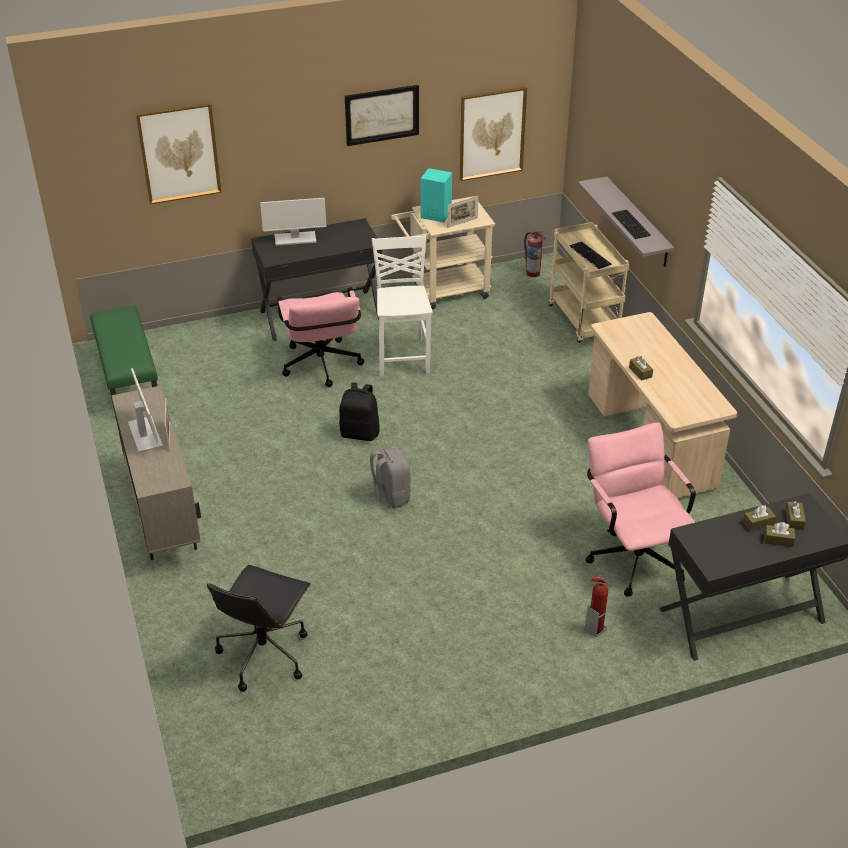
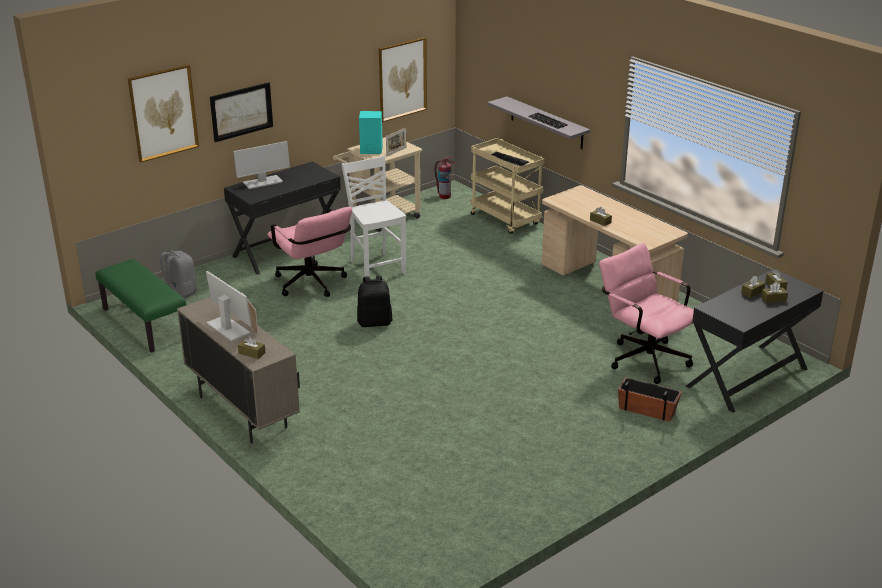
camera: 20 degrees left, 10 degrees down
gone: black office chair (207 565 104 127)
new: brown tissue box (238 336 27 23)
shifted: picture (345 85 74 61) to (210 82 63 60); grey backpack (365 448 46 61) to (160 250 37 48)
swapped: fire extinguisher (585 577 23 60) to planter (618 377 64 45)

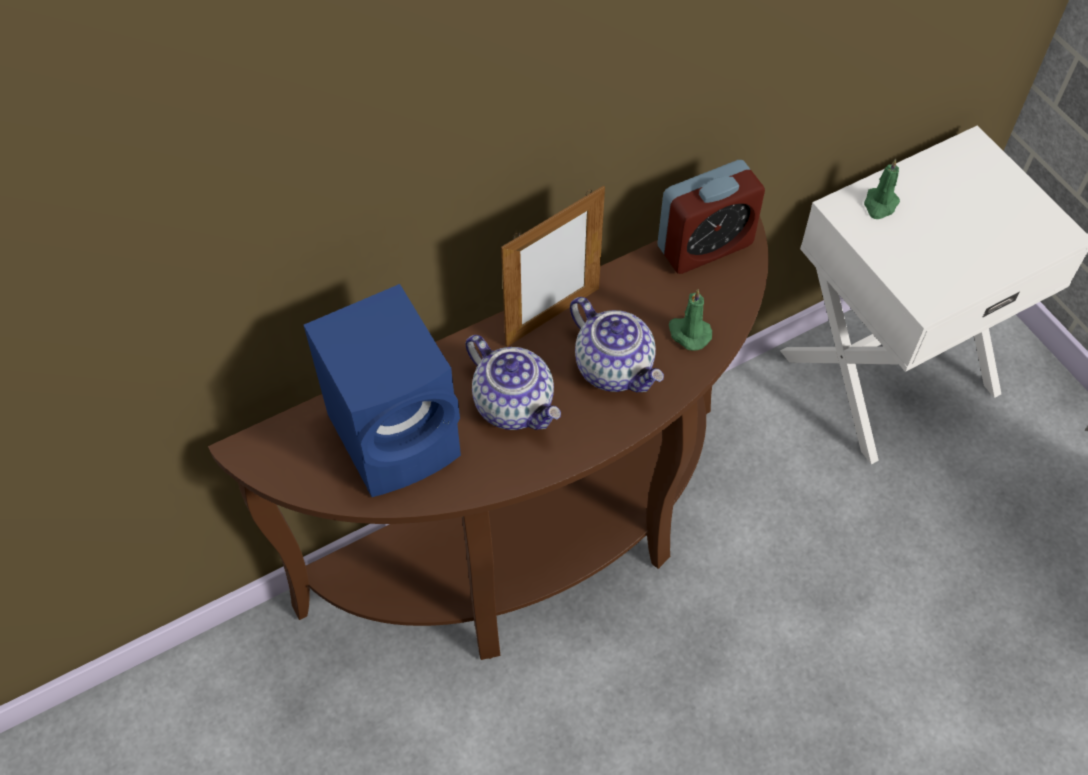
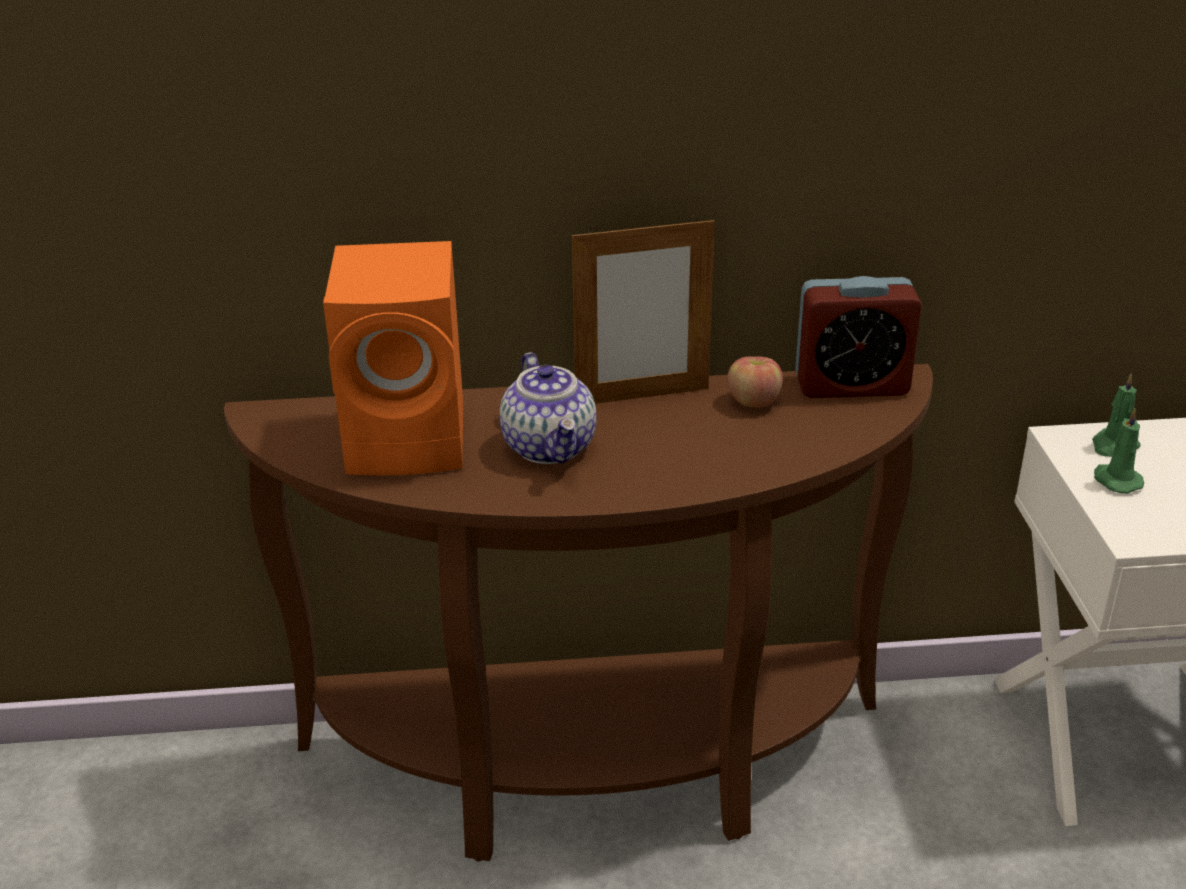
camera: 25 degrees right, 25 degrees down
gone: teapot (570 297 94 95)
new: apple (727 356 56 52)
shifted: green candle (669 289 43 61) to (1094 408 50 85)
repainted: blue speaker (304 284 157 213) to orange speaker (323 241 140 235)

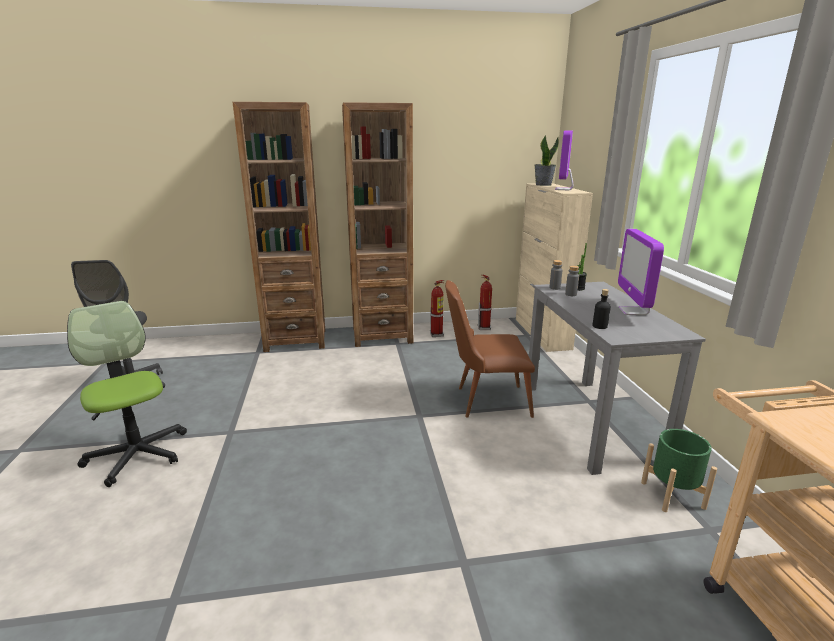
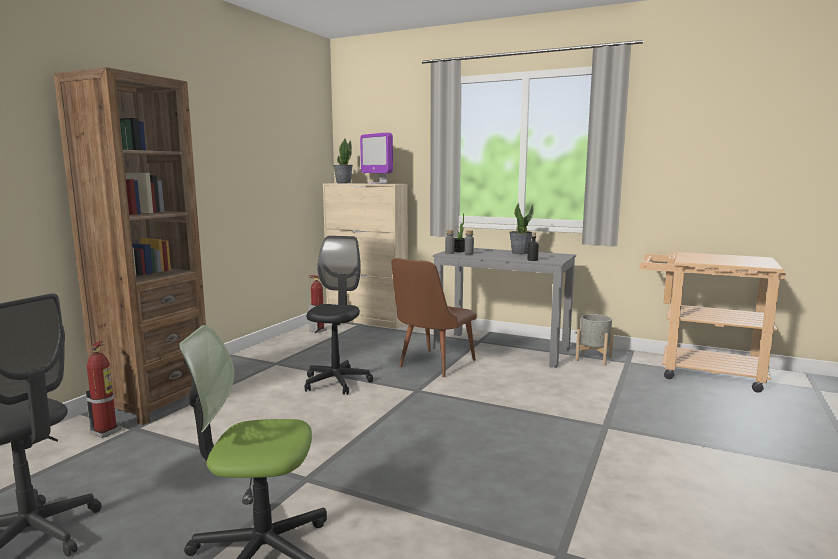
camera: 55 degrees left, 10 degrees down
gone: brown bookcase (342 102 71 245)
new: black office chair (305 236 68 159)
shifted: fire extinguisher (430 280 14 57) to (86 341 35 97)
swapped: monitor (618 229 46 86) to potted plant (509 203 25 51)
repainted: green planter (641 429 76 83) to grey planter (576 314 38 51)

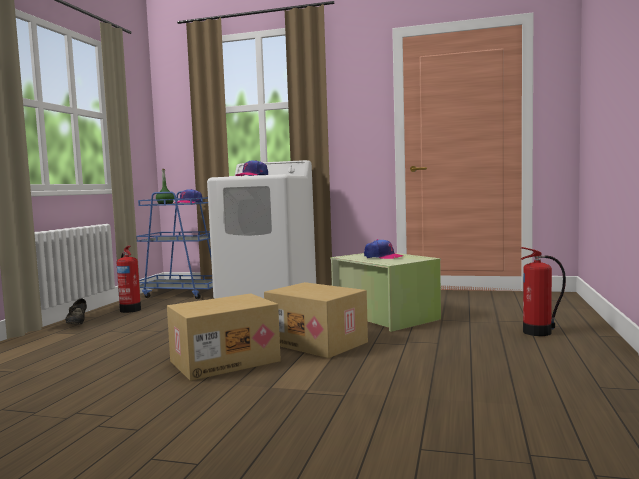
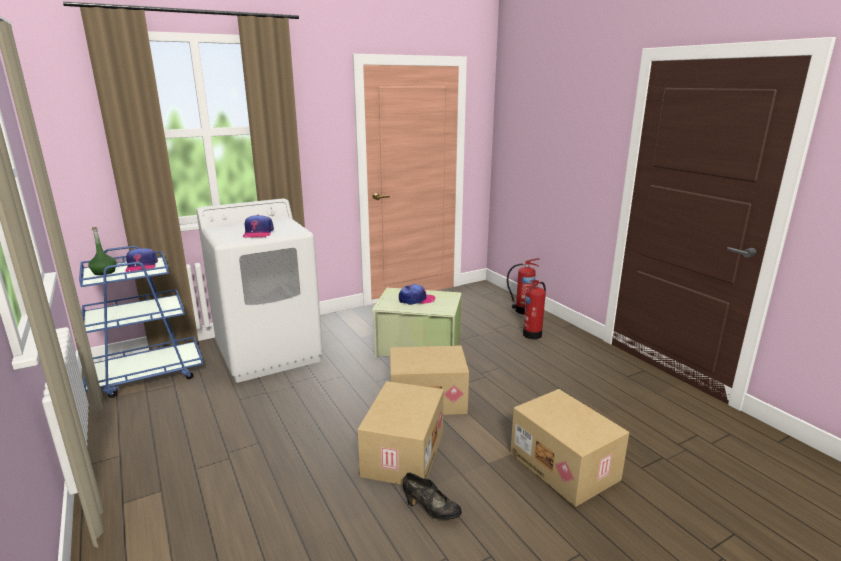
camera: 45 degrees left, 15 degrees up
new: cardboard box (510 389 119 118)
shifted: black shoe (65 298 22 26) to (403 473 59 47); fire extinguisher (116 245 25 68) to (507 258 33 56)

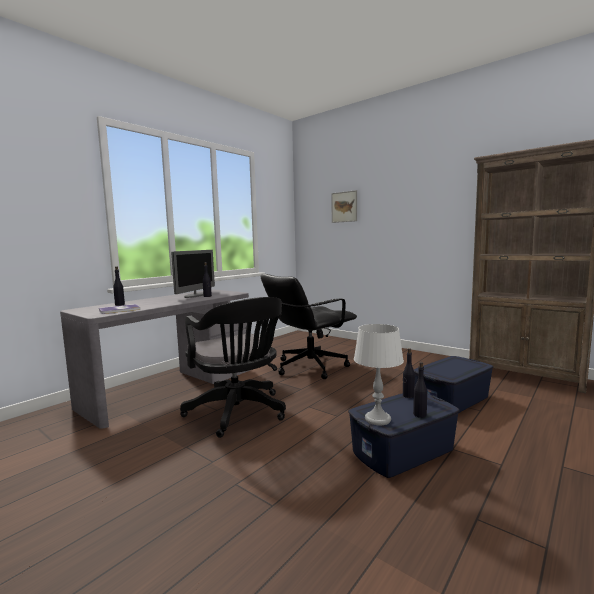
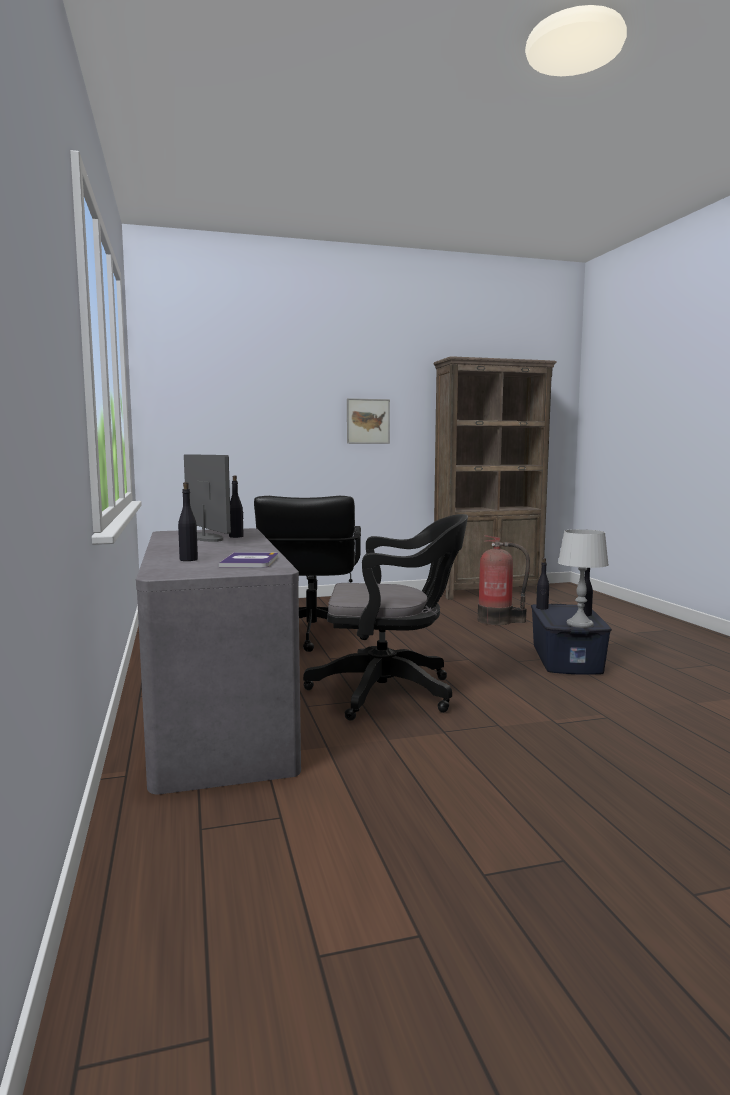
camera: 55 degrees left, 0 degrees up
shifted: picture (331 190 26 33) to (347 398 43 46)
swapped: blue storage box (414 356 80 57) to fire extinguisher (478 535 52 90)

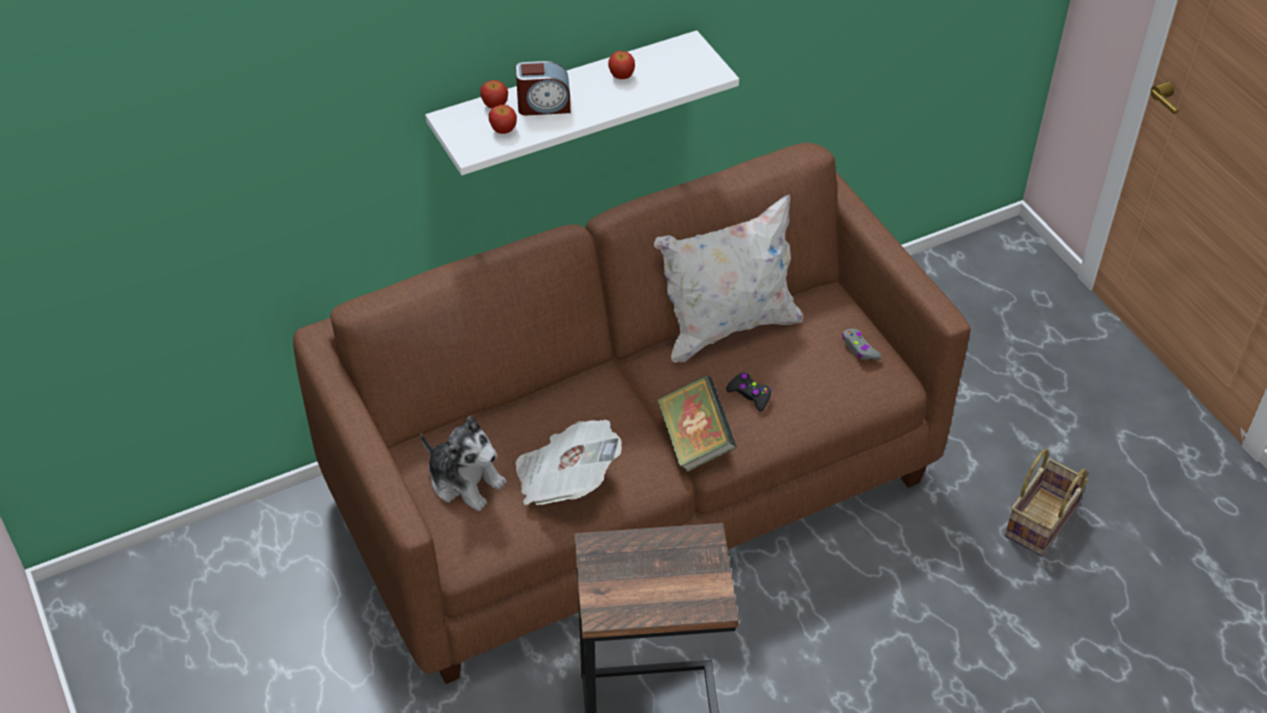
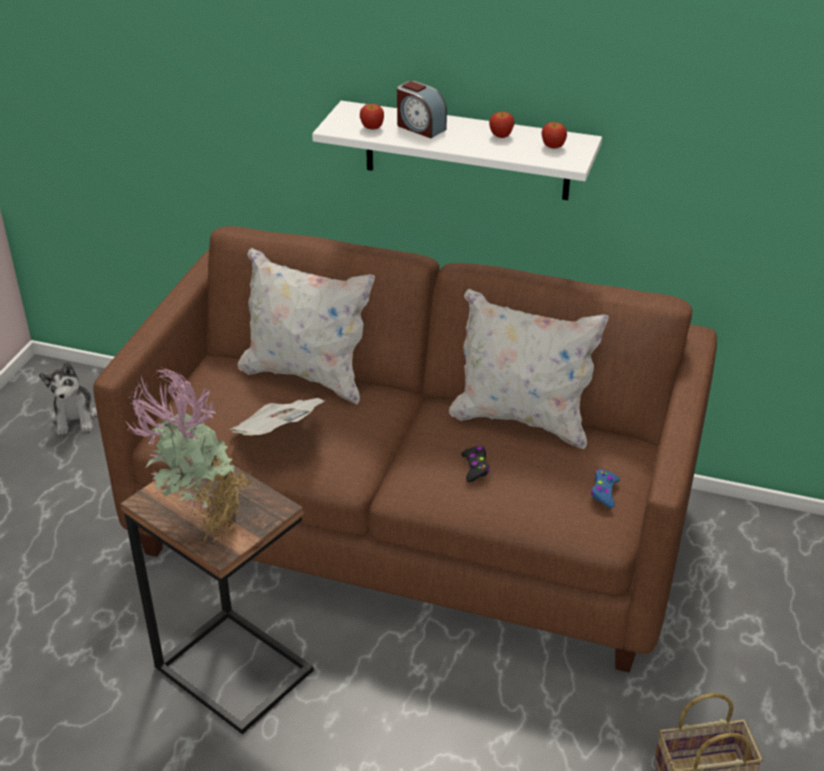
camera: 45 degrees right, 10 degrees down
gone: book (657 376 80 96)
new: potted plant (125 367 126 175); white pillow (238 248 137 156)
shifted: plush toy (420 416 86 95) to (39 362 58 73); apple (480 80 28 28) to (542 122 25 27)
repainted: grey game controller (842 328 39 32) to blue game controller (591 469 29 39)

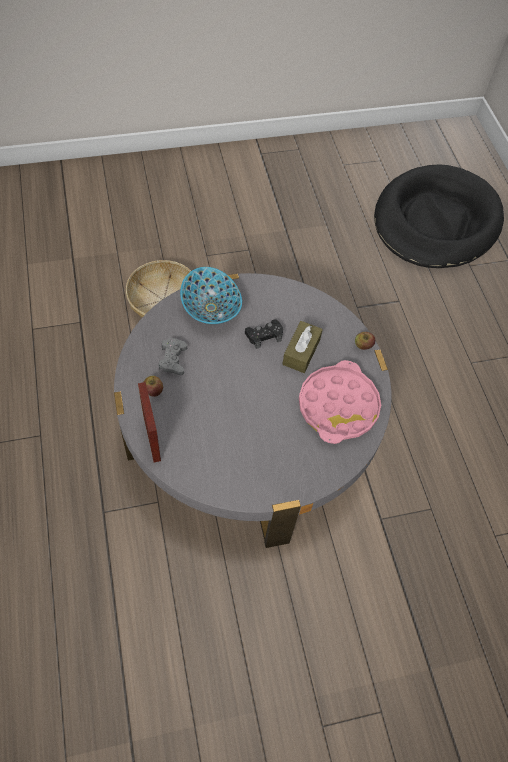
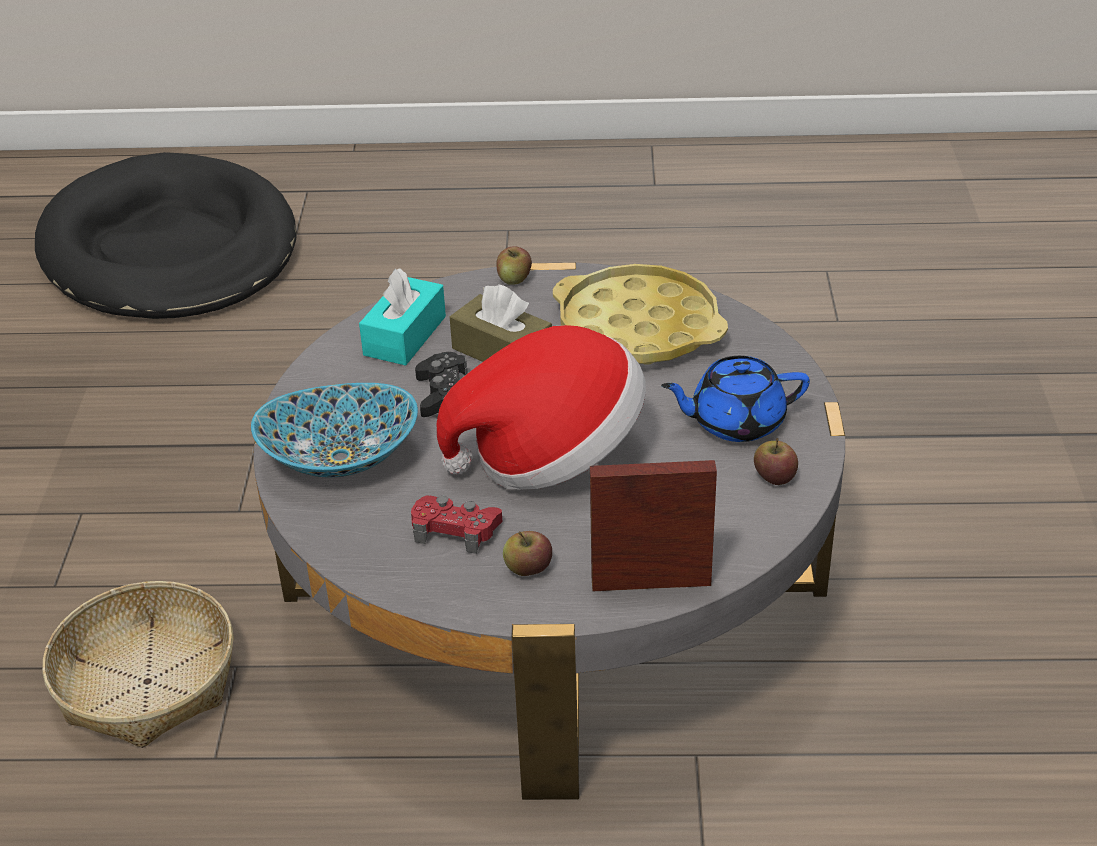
camera: 70 degrees left, 20 degrees down
new: turquoise tissue box (359 268 87 98); hat (437 325 209 165); blue teapot (661 356 149 86); apple (754 438 44 47)
repainted: grey game controller (159 338 28 37) to red game controller (411 496 91 58); pink tray (299 360 82 84) to yellow tray (553 264 175 100)

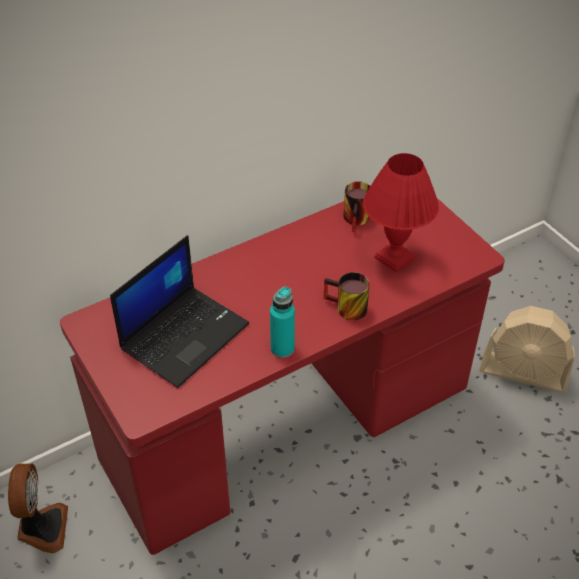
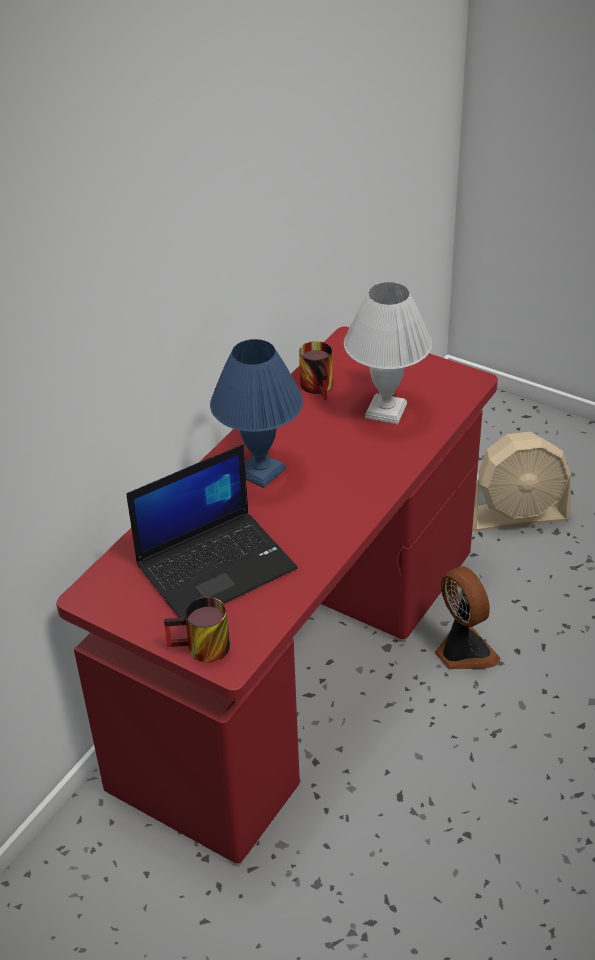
camera: 25 degrees left, 5 degrees down
gone: turquoise bottle (270 286 25 72)
new: blue table lamp (210 339 93 149)
shifted: fan (8 464 60 89) to (435 566 66 103); mug (323 272 47 48) to (164 597 66 65)
repainted: red table lamp (363 153 76 119) to white table lamp (344 282 88 142)
rotated: laptop (110 235 139 153) = (126 444 172 174) 45 degrees clockwise

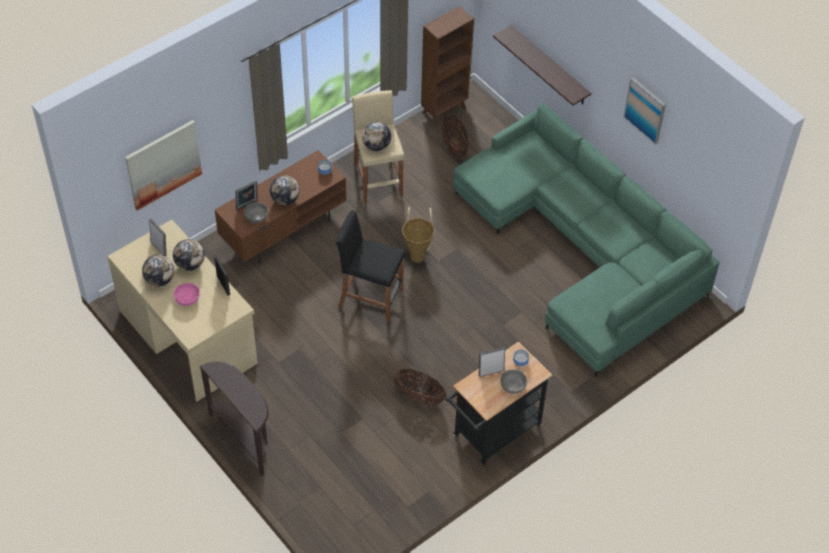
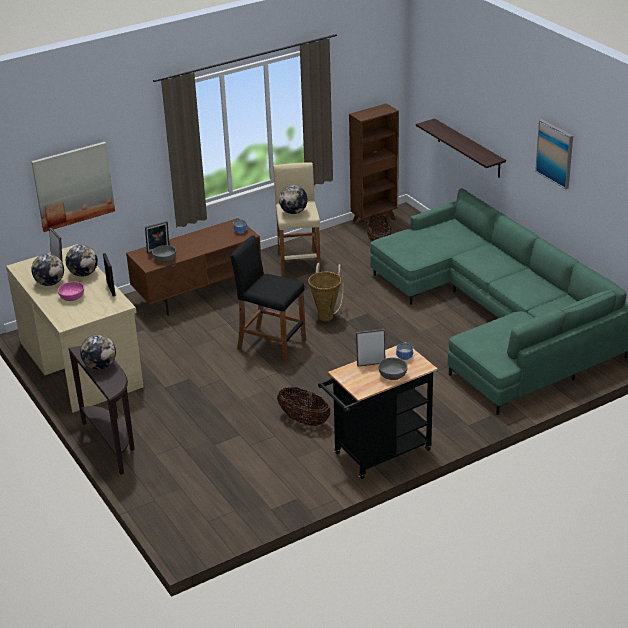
camera: 10 degrees right, 20 degrees down
shifted: globe (270 176 30 29) to (80 335 36 35)

